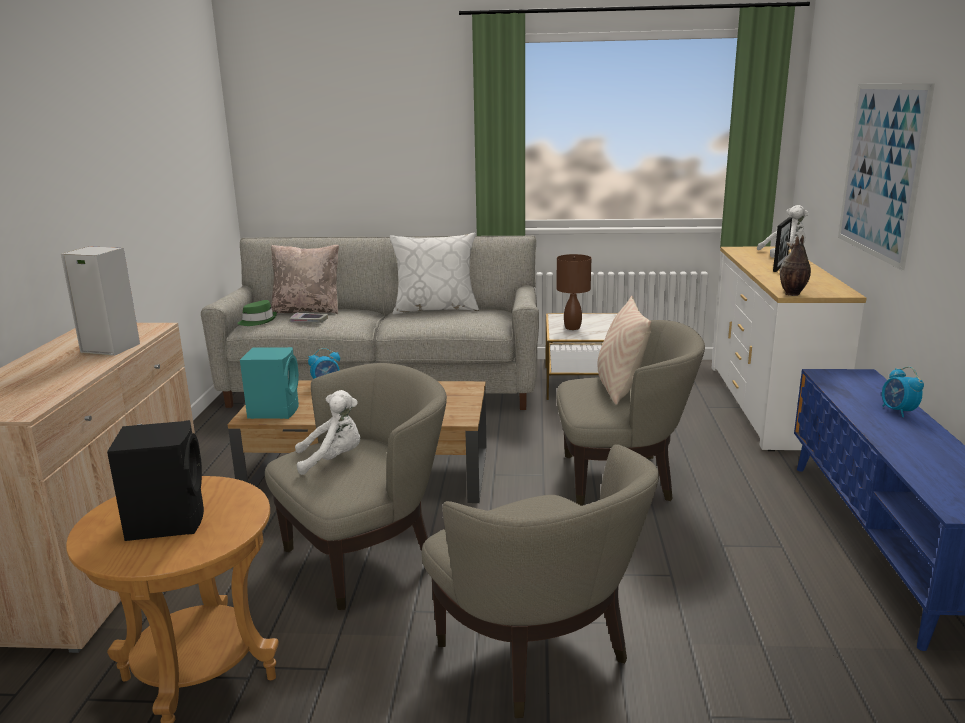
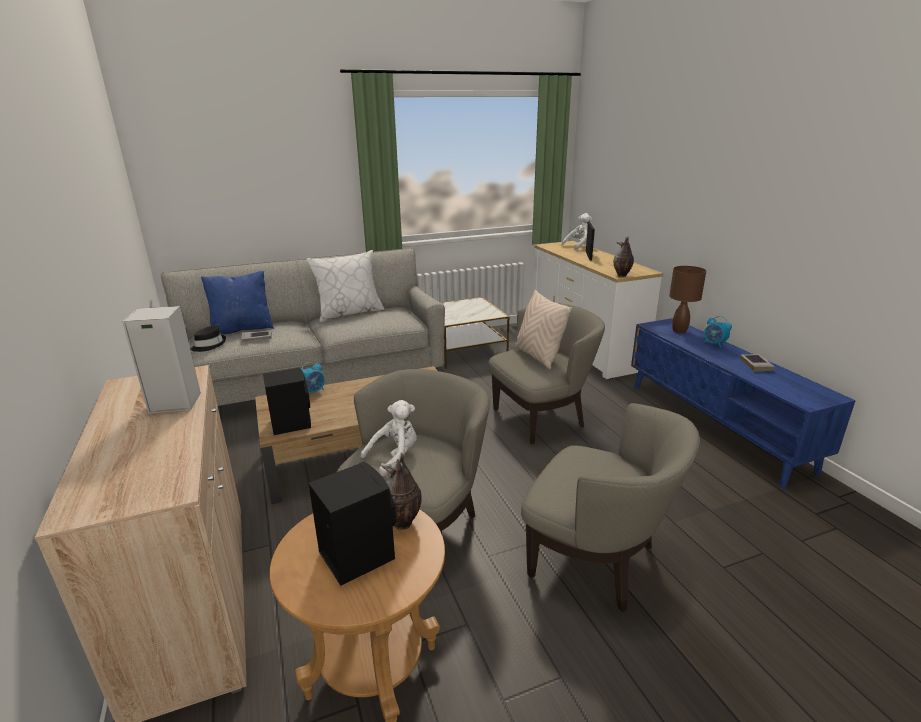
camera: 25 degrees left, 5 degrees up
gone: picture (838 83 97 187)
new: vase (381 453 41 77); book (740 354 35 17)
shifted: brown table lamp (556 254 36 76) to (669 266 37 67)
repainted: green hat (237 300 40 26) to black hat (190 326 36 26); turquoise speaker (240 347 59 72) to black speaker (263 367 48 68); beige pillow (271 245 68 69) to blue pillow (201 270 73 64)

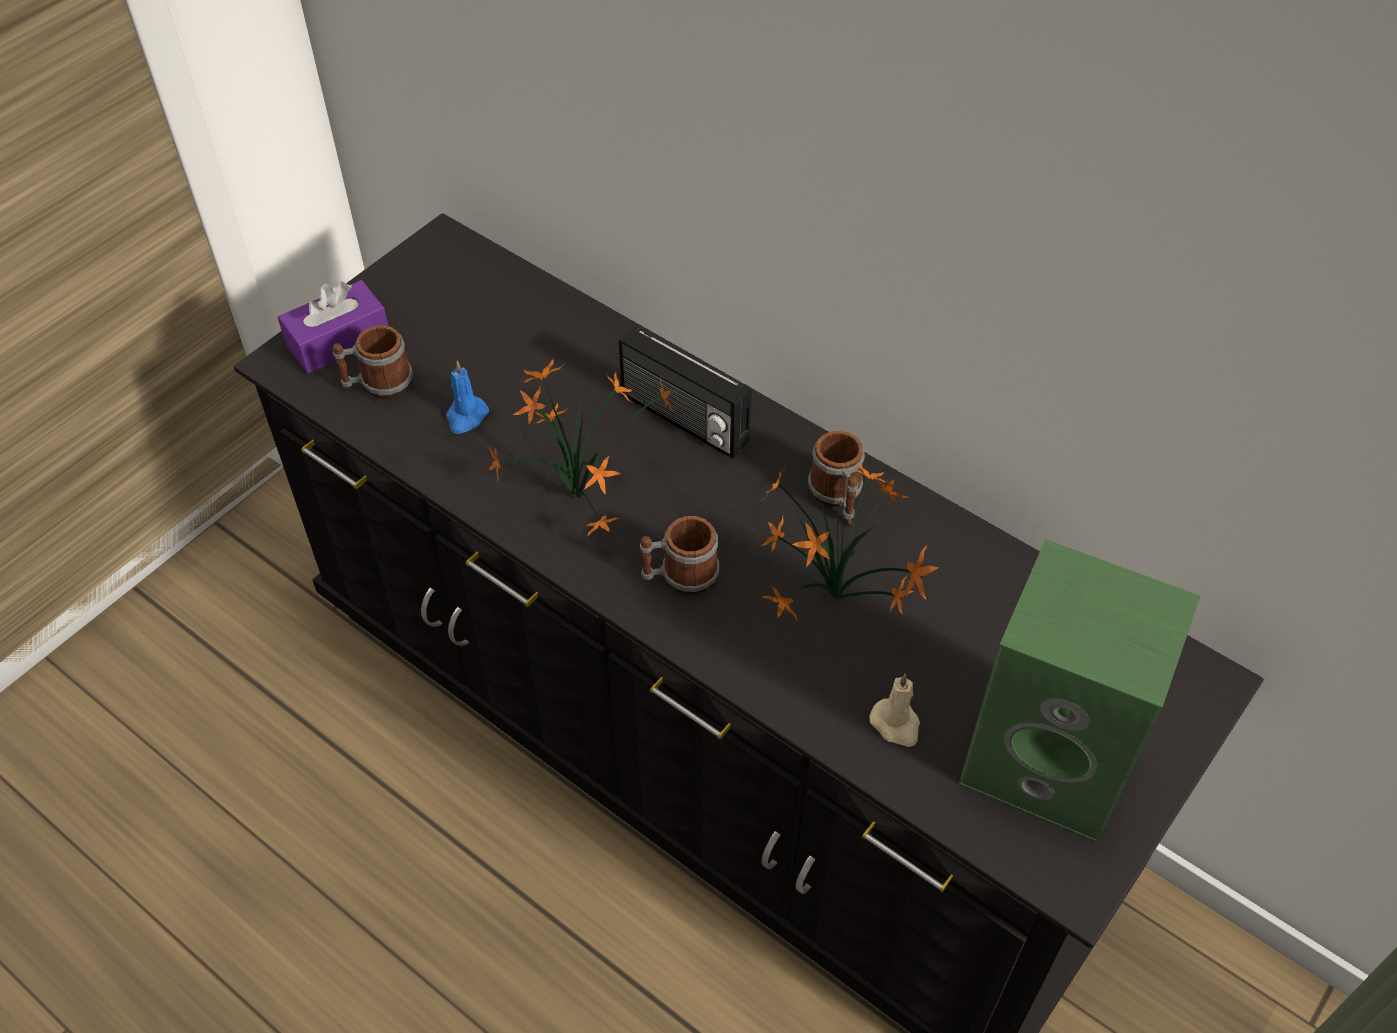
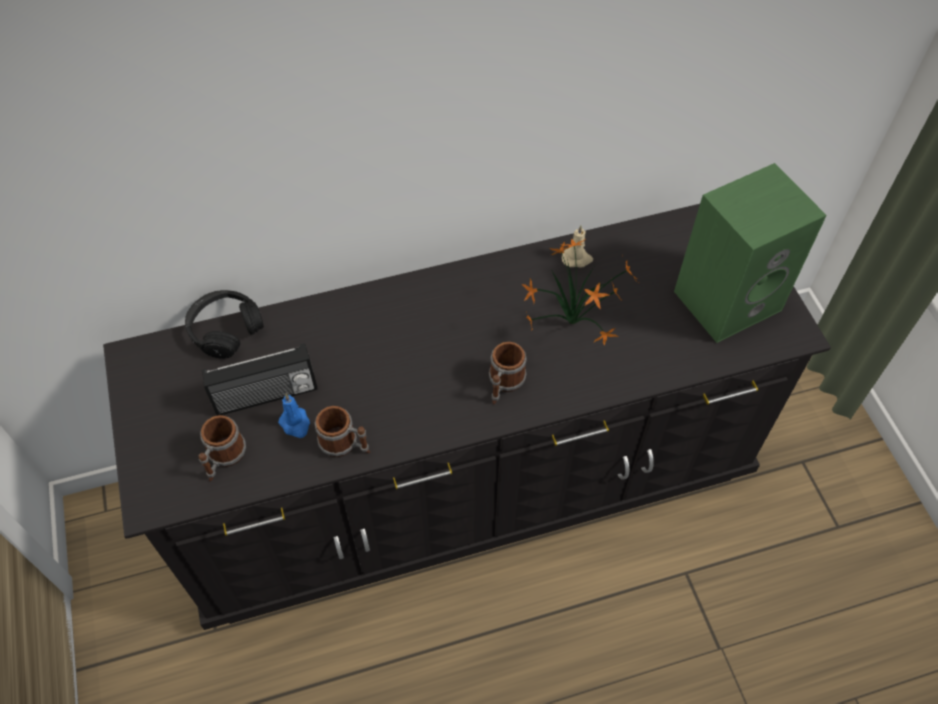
camera: 55 degrees left, 5 degrees up
gone: purple tissue box (278 280 110 93); potted plant (487 359 188 178)
new: black headphones (185 290 79 69)
shifted: radio (619 325 132 133) to (202 343 116 73); mug (808 431 57 95) to (315 406 55 51); beige candle (869 674 51 73) to (562 225 31 43)

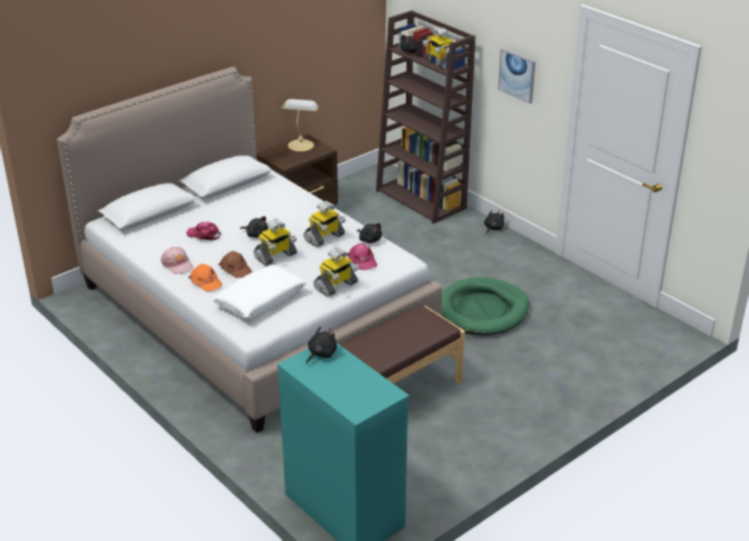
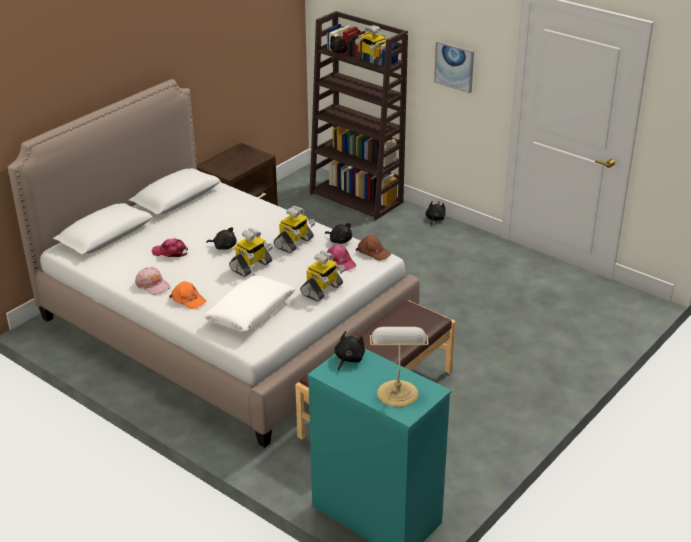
camera: 10 degrees left, 0 degrees up
gone: green dog bed (441 277 88 58)
shifted: brown cap (219 251 33 27) to (356 235 35 26); table lamp (281 99 38 53) to (370 327 58 80)

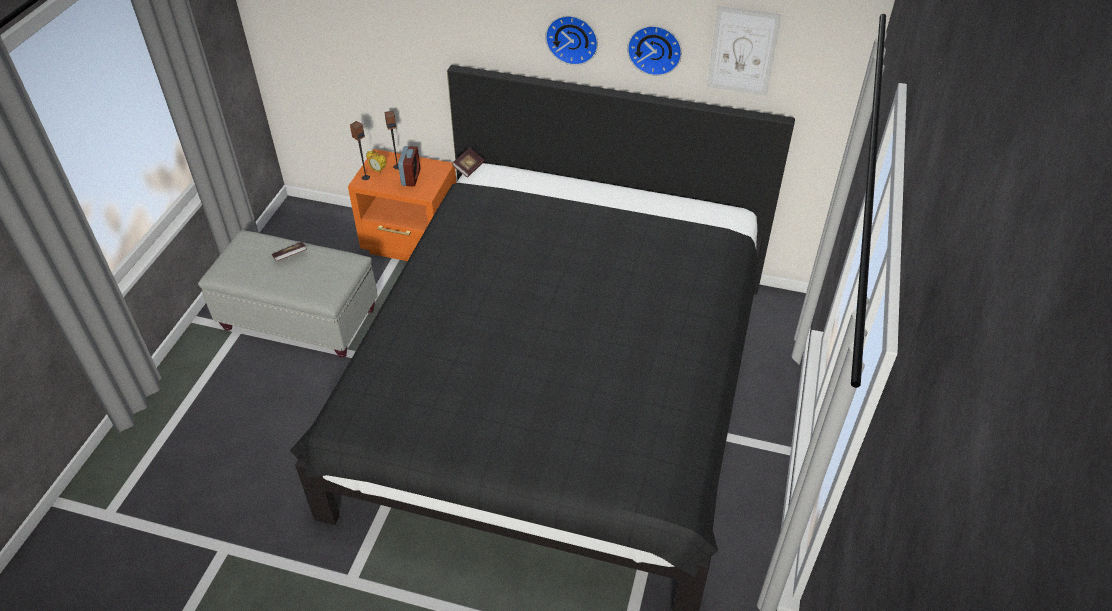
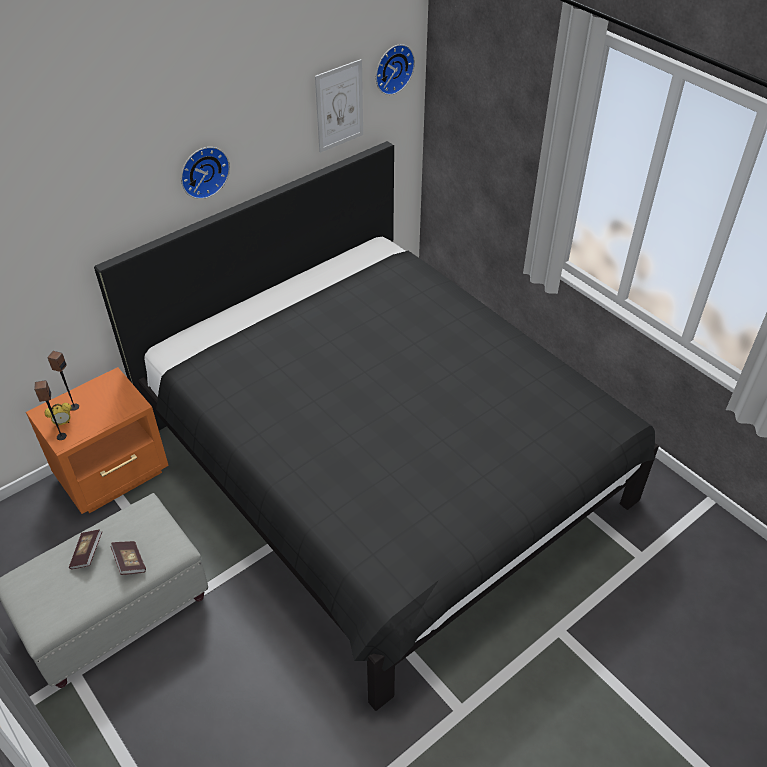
camera: 55 degrees left, 0 degrees up
gone: alarm clock (398 146 22 40)
shifted: book (452 147 33 30) to (110 541 36 34); wall clock (627 26 55 50) to (376 44 39 51)

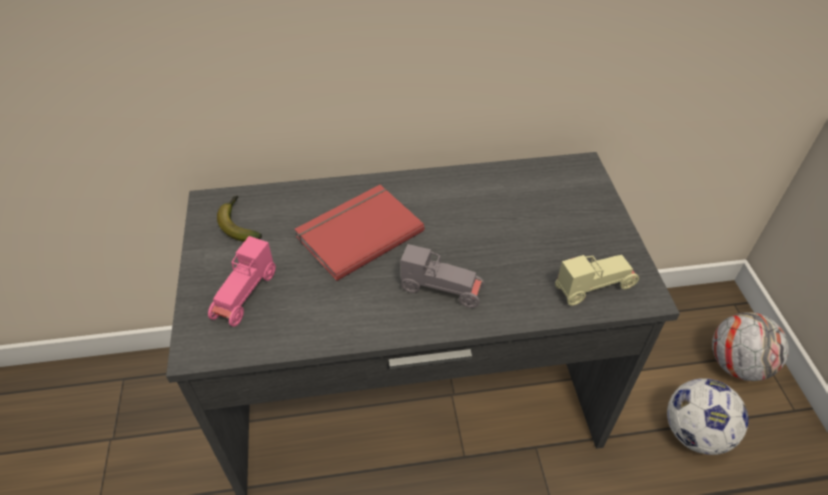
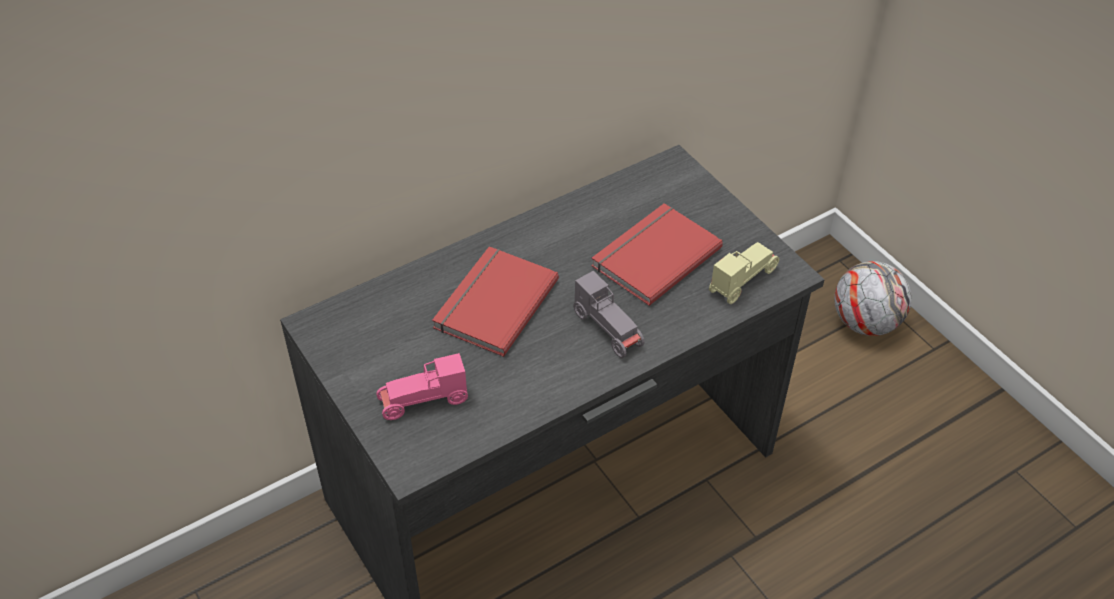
camera: 25 degrees left, 0 degrees up
gone: banana (217 196 45 46); football (667 378 82 77)
new: red book (591 203 132 103)
rotated: pink toy car (208 236 68 91) = (376 353 92 67) 75 degrees clockwise; grey toy car (400 244 84 64) = (573 271 72 87) 60 degrees clockwise

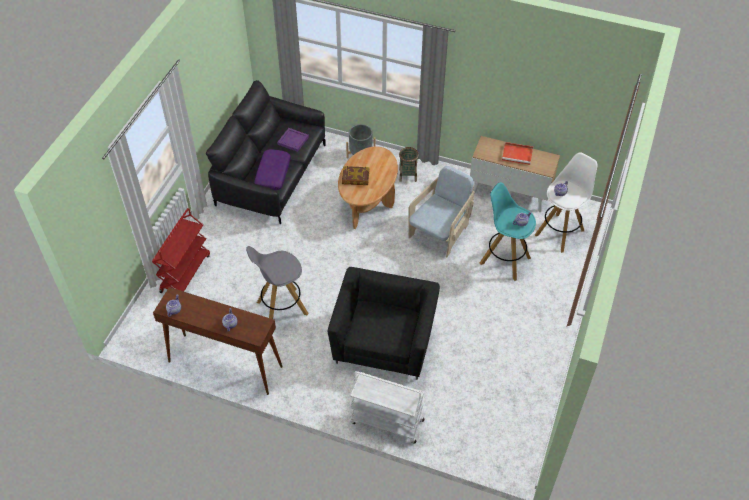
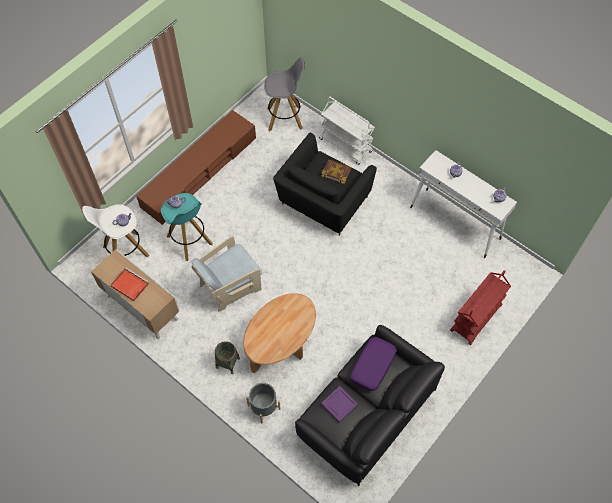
camera: 160 degrees left, 10 degrees up
new: brown tv stand (136 110 120 115)
shifted: grey stool (246 246 63 73) to (264 57 41 74); book (342 166 27 19) to (321 160 30 24)
repainted: brown console table (153 287 130 108) to white console table (410 150 107 108)

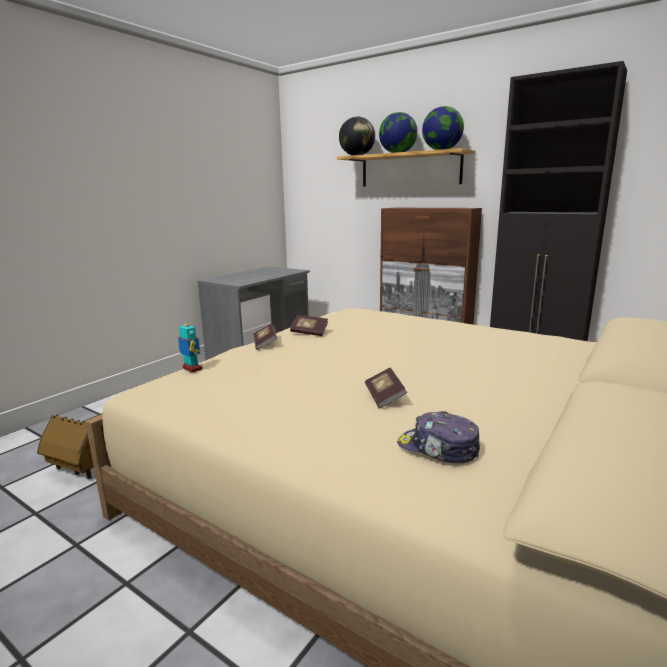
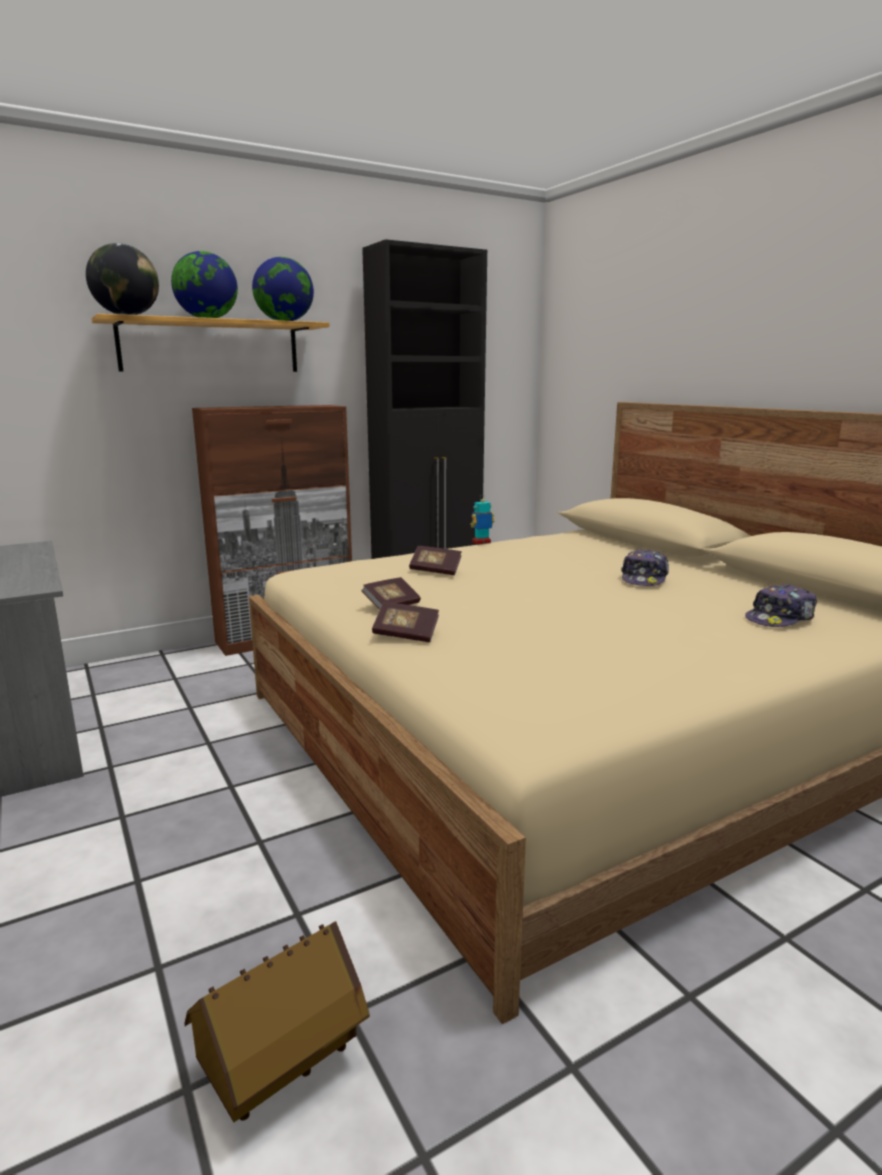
camera: 65 degrees left, 0 degrees up
new: cap (621 549 48 37)
shifted: toy robot (178 318 25 55) to (470 494 25 51); book (365 367 42 41) to (409 546 53 29)

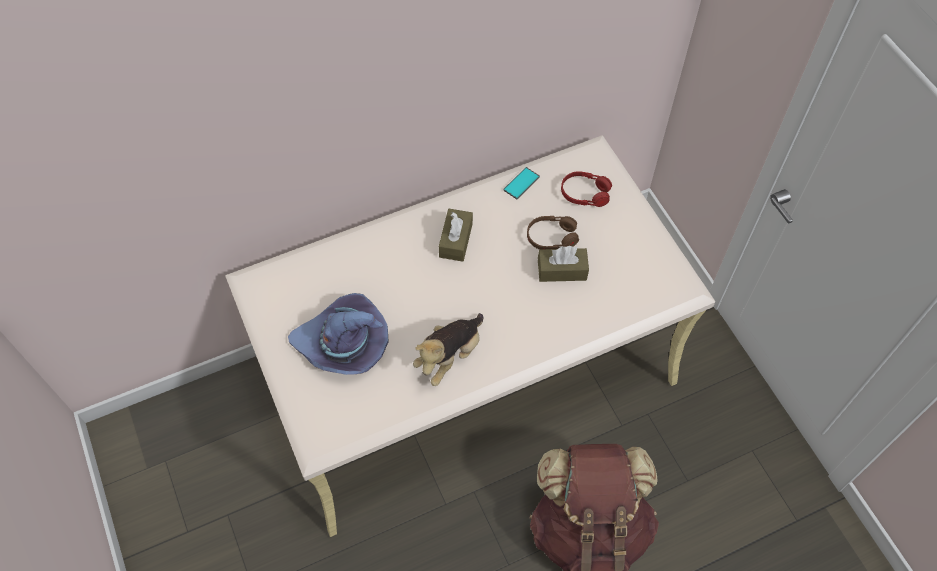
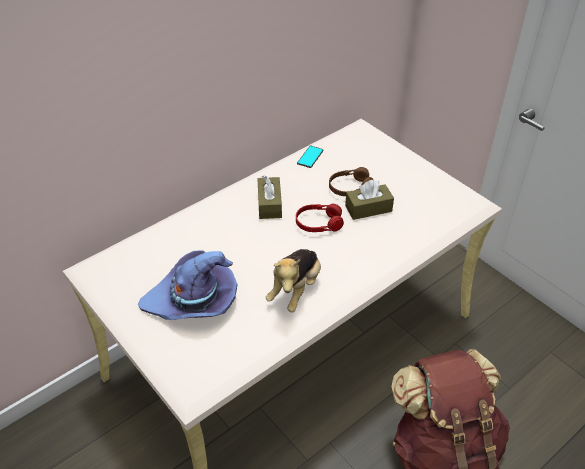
camera: 15 degrees left, 15 degrees down
shifted: red headphones (561 171 51 36) to (296 204 48 28)

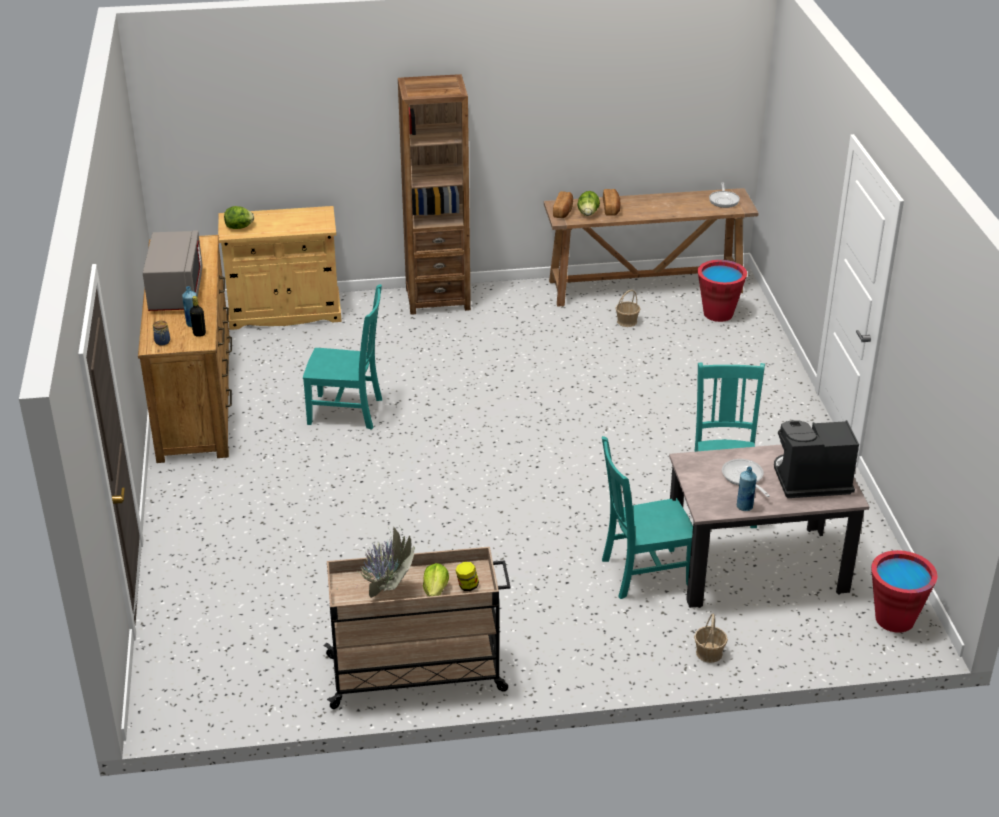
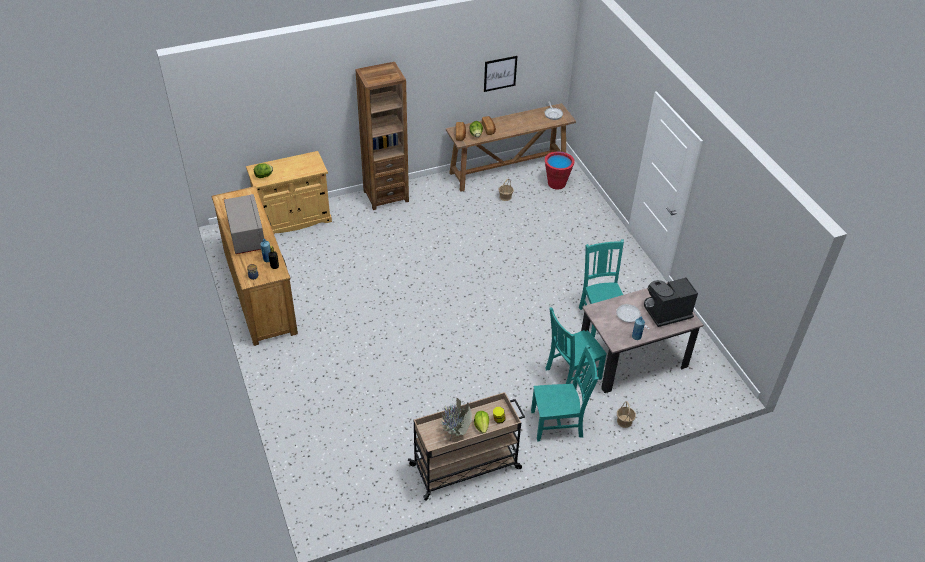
camera: 15 degrees left, 10 degrees up
gone: red bucket (871 550 67 83)
new: picture (484 56 33 36)
shifted: turquoise chair (303 284 79 146) to (531 345 68 97)

